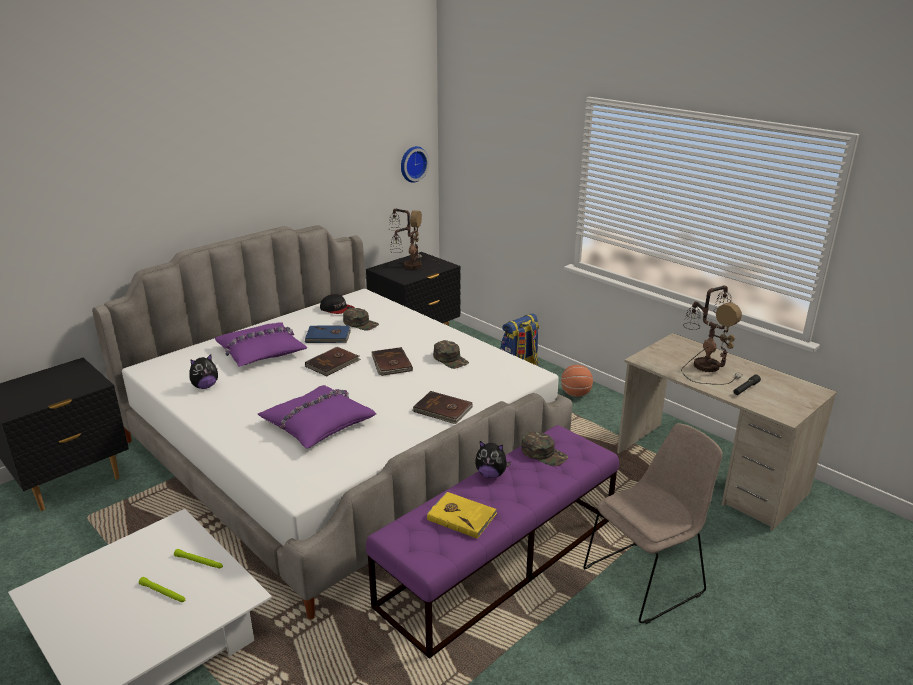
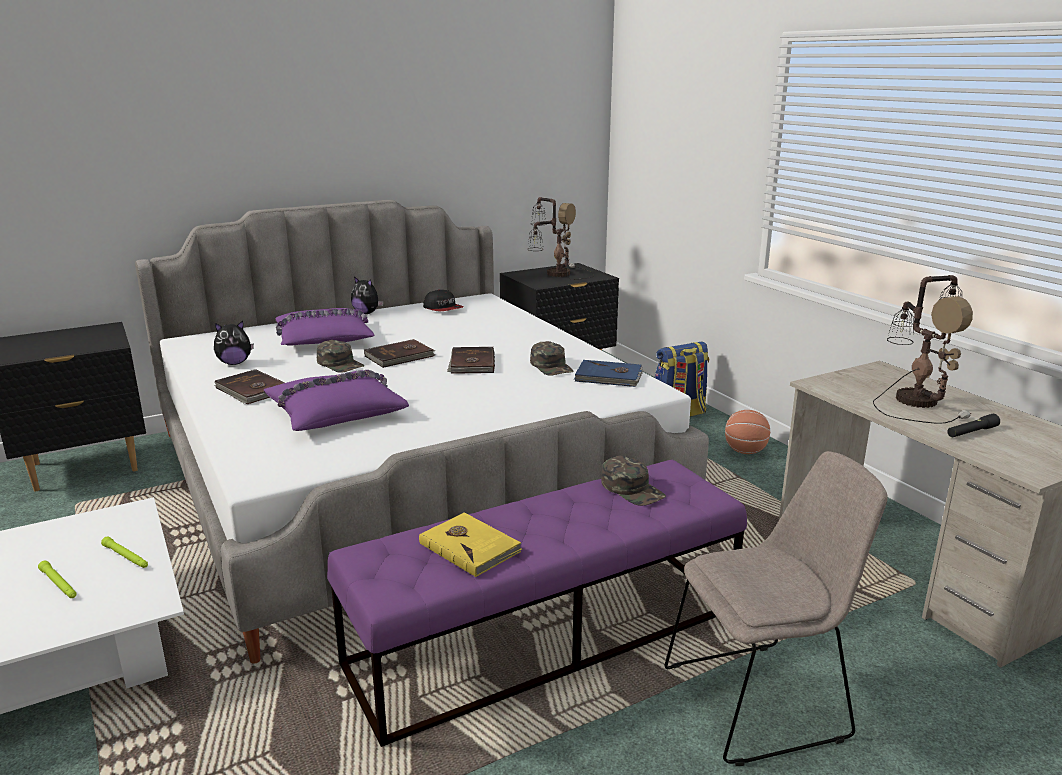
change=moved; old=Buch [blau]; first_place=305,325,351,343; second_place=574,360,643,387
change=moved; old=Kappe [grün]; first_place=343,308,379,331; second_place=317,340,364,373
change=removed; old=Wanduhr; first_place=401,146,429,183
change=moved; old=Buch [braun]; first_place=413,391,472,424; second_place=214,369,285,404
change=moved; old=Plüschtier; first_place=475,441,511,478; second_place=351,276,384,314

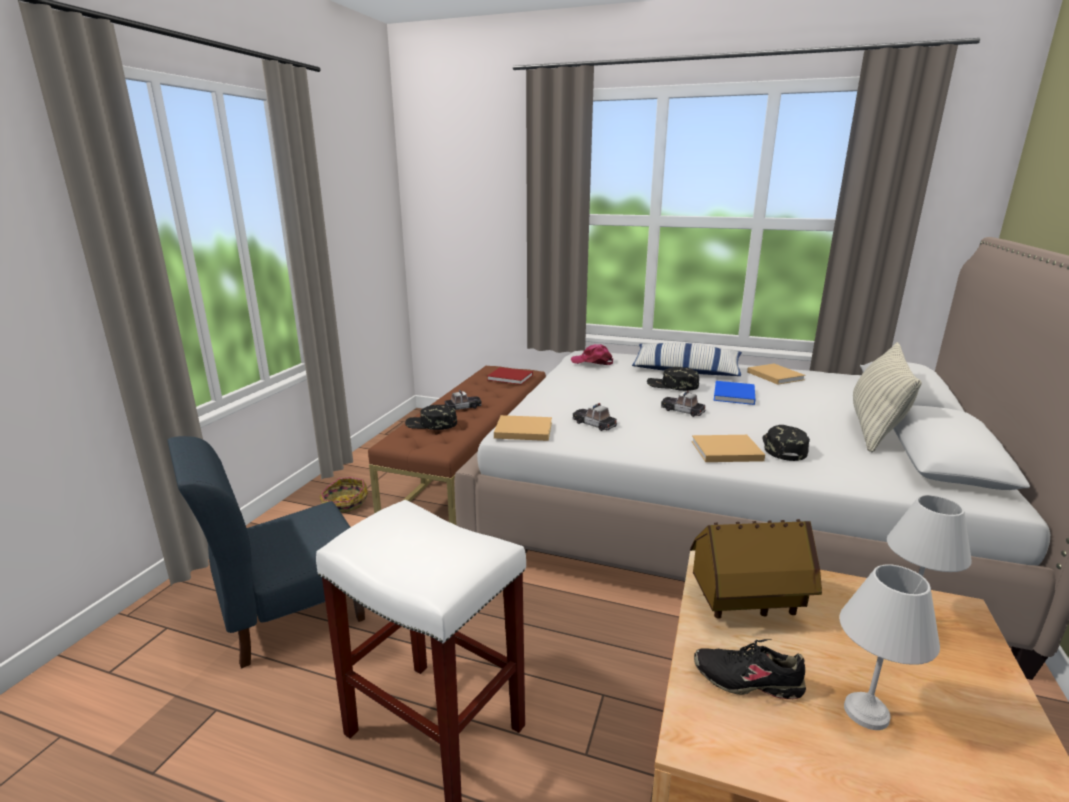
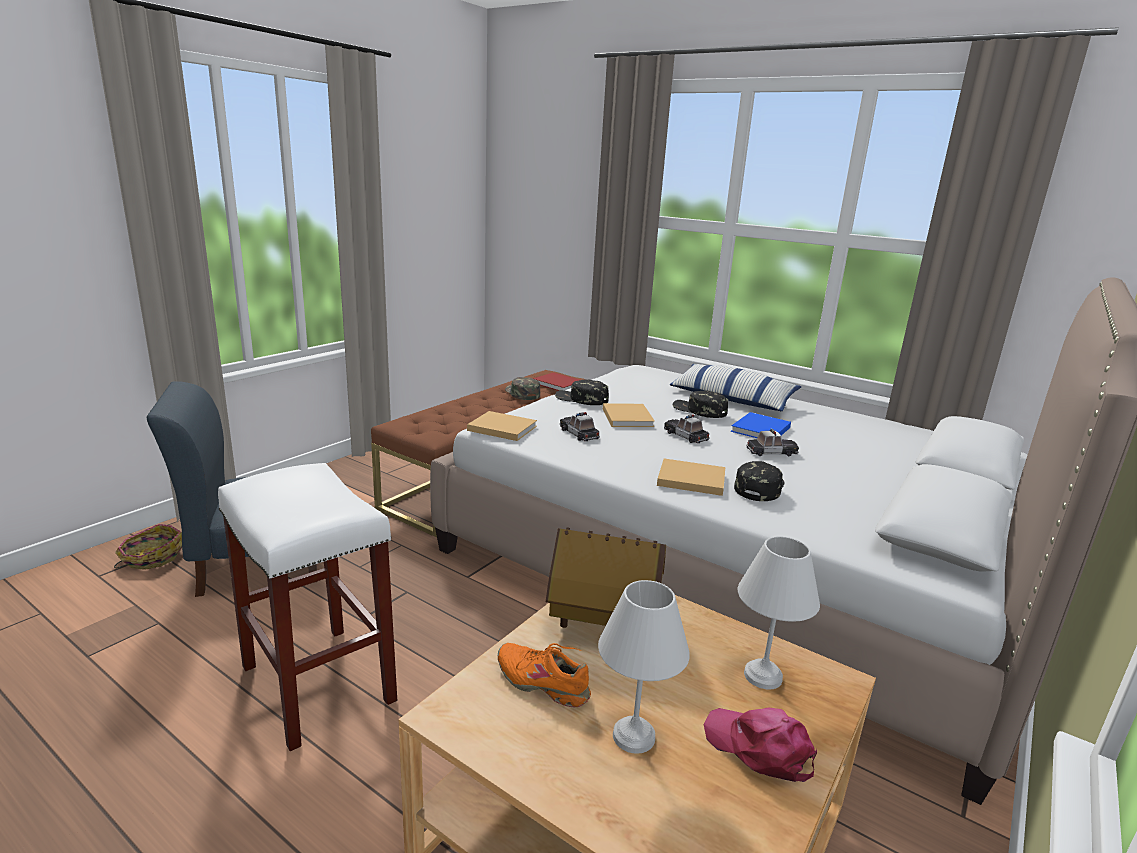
change=moved; old=Korb; first_place=319,477,368,512; second_place=114,524,182,570
change=moved; old=Kappe [schwarz]; first_place=405,405,457,430; second_place=555,379,609,405
change=moved; old=Spielzeugauto; first_place=444,390,482,410; second_place=746,428,799,456
change=moved; old=Kappe [rosa]; first_place=571,344,613,365; second_place=704,707,817,782
change=recoloured; old=Schuh [schwarz]; new=Schuh [orange]; first_place=694,639,806,699; second_place=498,643,591,707
change=moved; old=Buch [beige]; first_place=747,364,806,385; second_place=603,403,655,427
change=removed; old=Kissen; first_place=853,342,922,452
change=added; new=Kappe [grün]; second_place=505,377,540,400

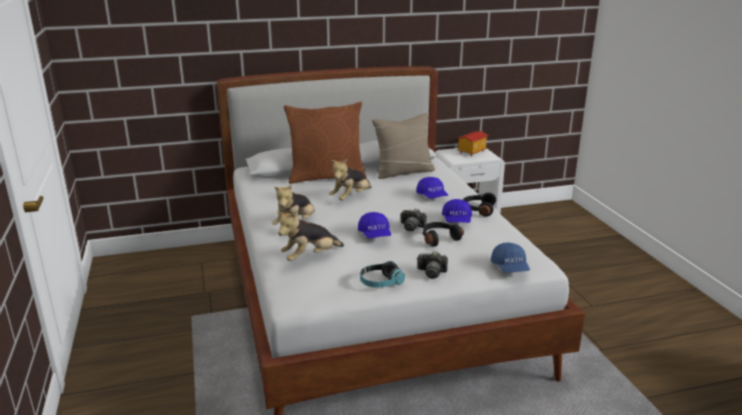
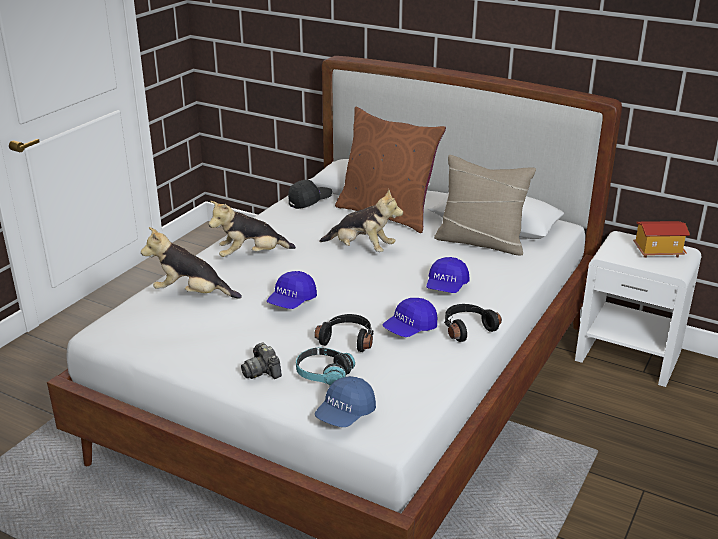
change=turned; old=Plüschtier; first_place=329,159,372,200; second_place=319,189,403,252; degrees=-150
change=moved; old=Kopfhörer; first_place=360,261,405,288; second_place=296,348,355,385
change=removed; old=Kamera; first_place=400,209,427,231
change=added; new=Kappe [schwarz]; second_place=288,180,332,209

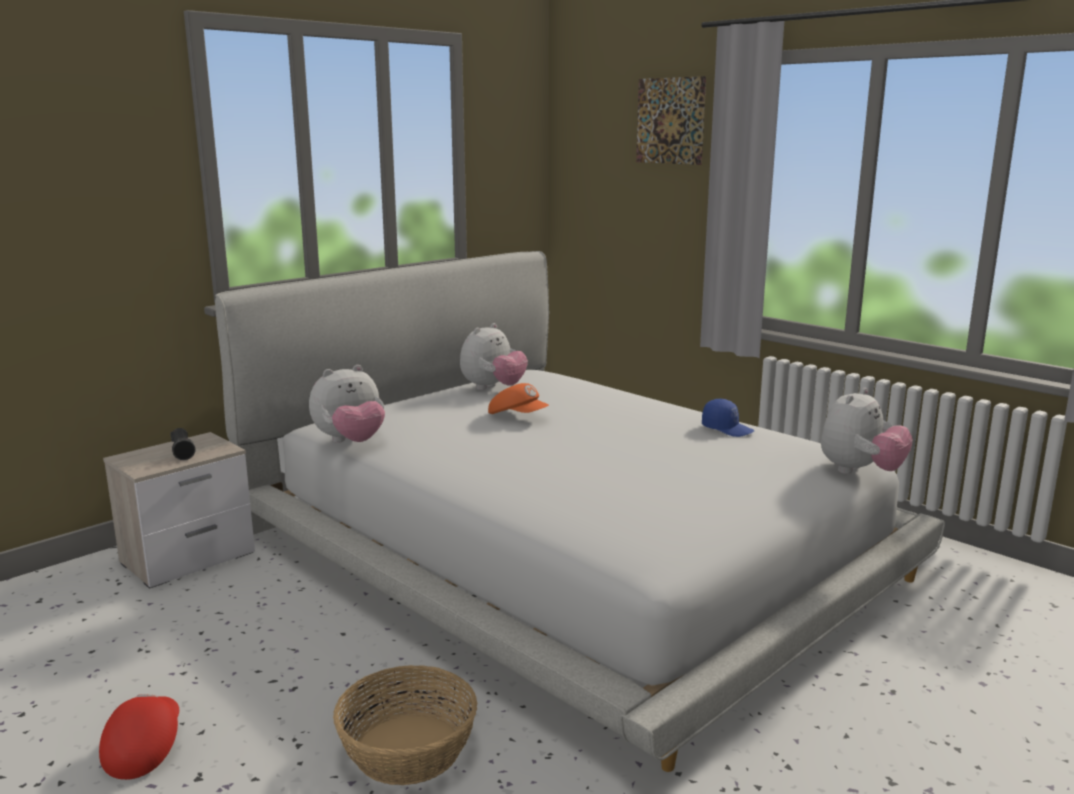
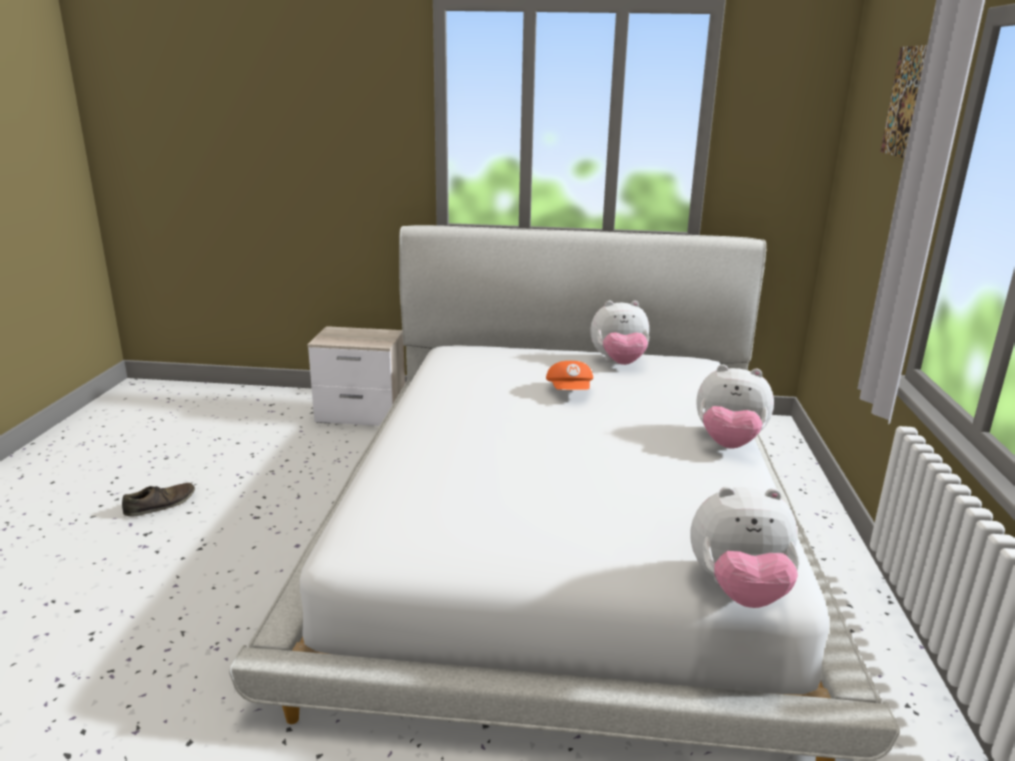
change=replaced; old=Kappe [rot]; new=Schuh [braun]; first_place=99,694,179,780; second_place=122,483,195,517
change=removed; old=Taschenlampe [schwarz]; first_place=170,428,196,460
change=moved; old=Plüschtier; first_place=309,365,385,443; second_place=697,364,774,448
change=removed; old=Korb; first_place=333,665,478,785
change=removed; old=Kappe [blau]; first_place=702,399,754,437

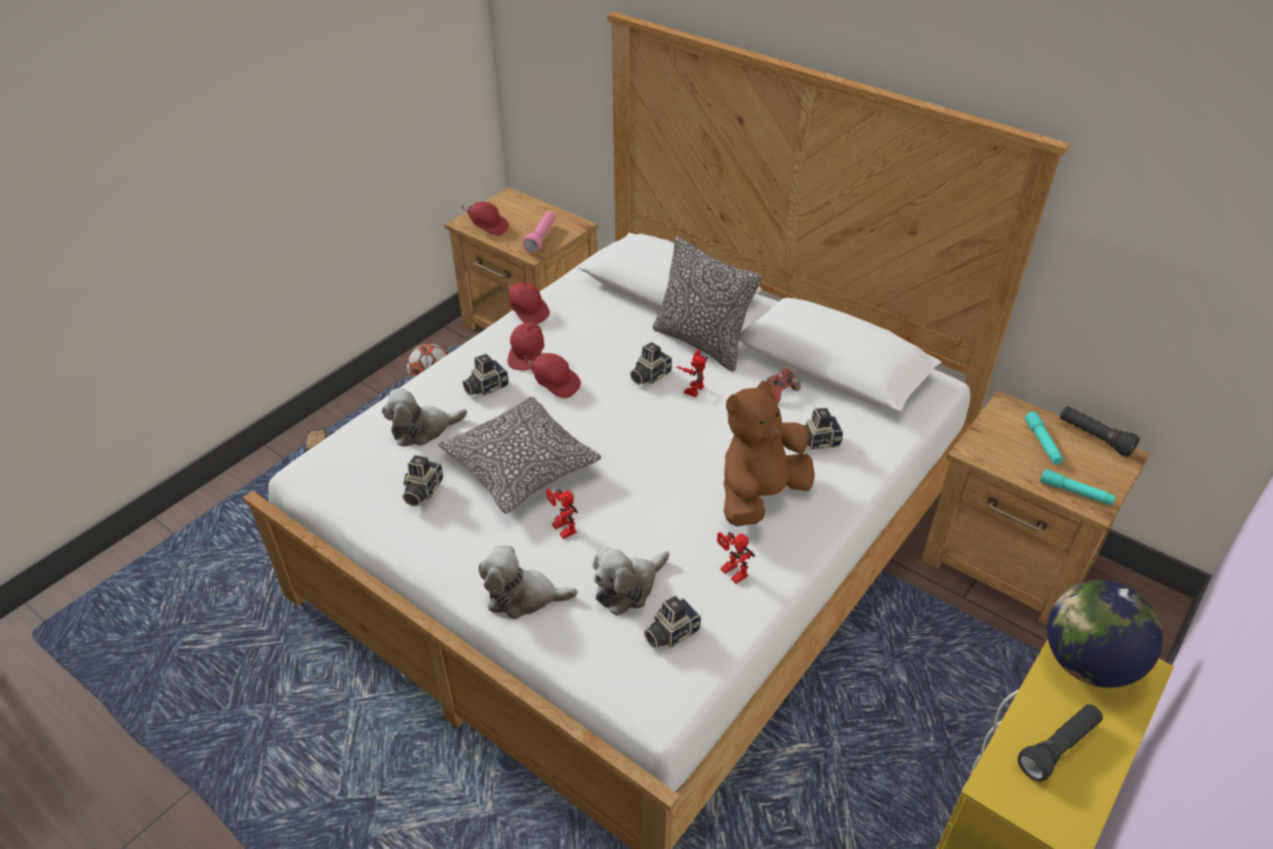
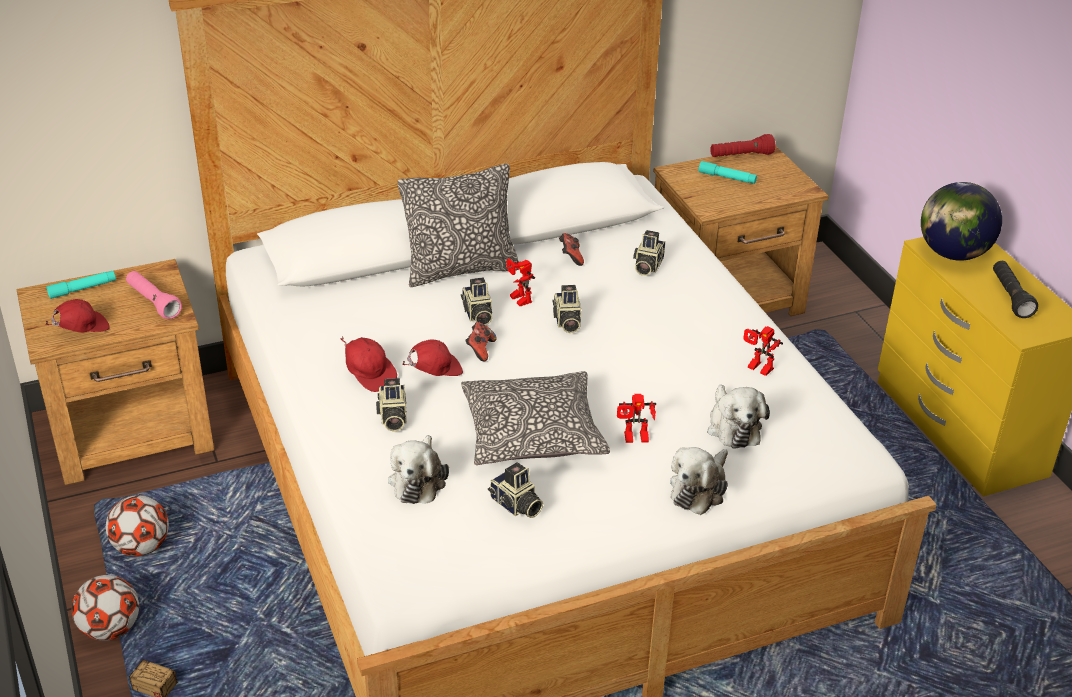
change=removed; old=Kappe [rot]; first_place=506,281,550,325
change=moved; old=Kamera; first_place=644,596,701,649; second_place=553,285,581,333
change=turned; old=Spielzeugroboter; first_place=717,532,755,584; second_place=743,326,783,376; degrees=45
change=removed; old=Plüschtier [braun]; first_place=724,381,815,526
change=moved; old=Taschenlampe [türkis]; first_place=1040,469,1116,506; second_place=47,271,116,299
change=recoloured; old=Taschenlampe [schwarz]; new=Taschenlampe [rot]; first_place=1060,406,1140,457; second_place=710,134,775,157
change=added; new=Fußball; second_place=71,575,139,641
change=added; new=Gamepad; second_place=465,322,497,361

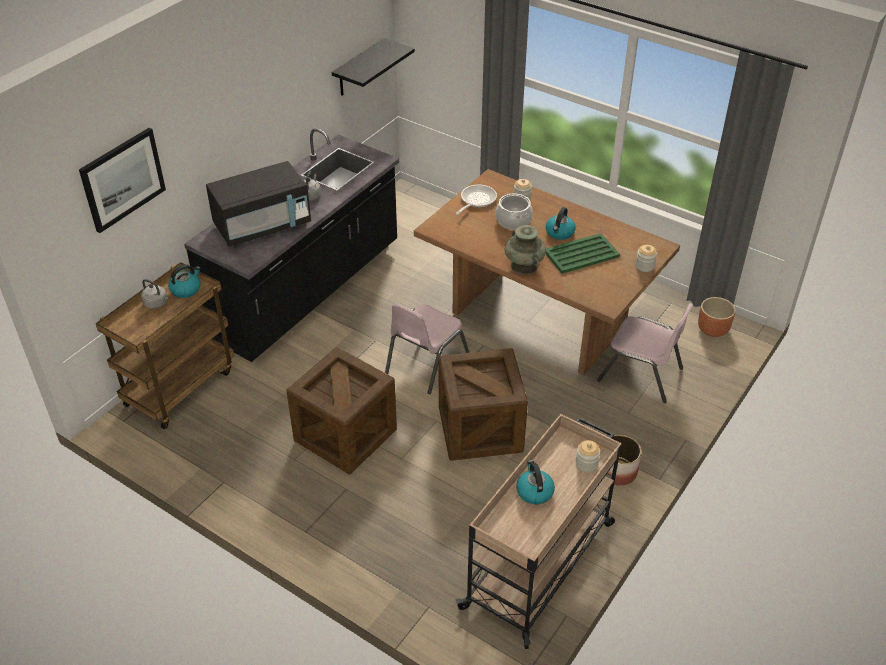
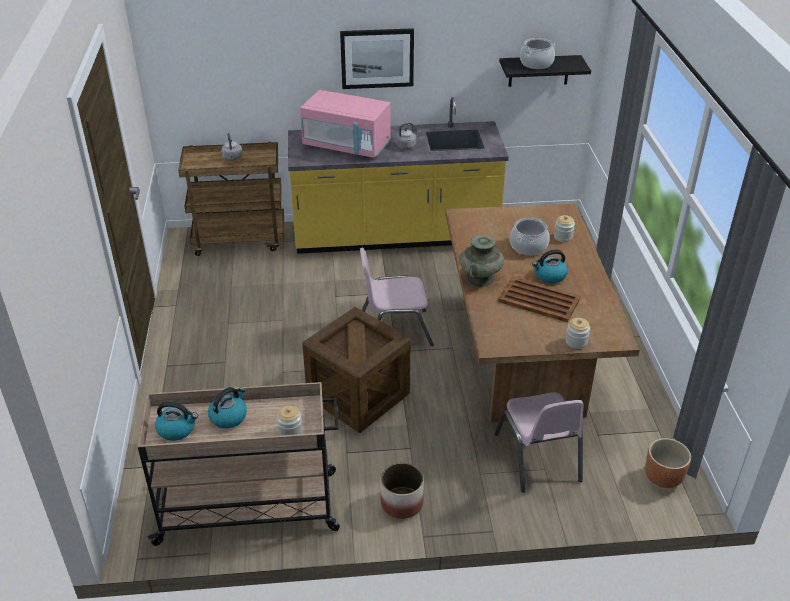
change=moved; old=Bild; first_place=79,128,166,233; second_place=340,28,414,89
change=moved; old=Wasserkessel; first_place=168,264,201,298; second_place=155,401,198,441
change=recoloured; old=Küchenzeile [schwarz]; new=Küchenzeile [gelb]; first_place=184,128,399,362; second_place=288,97,509,254
change=recoloured; old=Mikrowelle [schwarz]; new=Mikrowelle [rosa]; first_place=206,161,311,247; second_place=300,90,391,158
change=removed; old=Kiste; first_place=286,347,397,474
change=removed; old=Pfanne; first_place=456,185,497,215
change=recoloured; old=Tablett [grün]; new=Tablett [braun]; first_place=546,233,620,274; second_place=498,277,581,322
change=added; new=Kochtopf; second_place=520,38,555,69

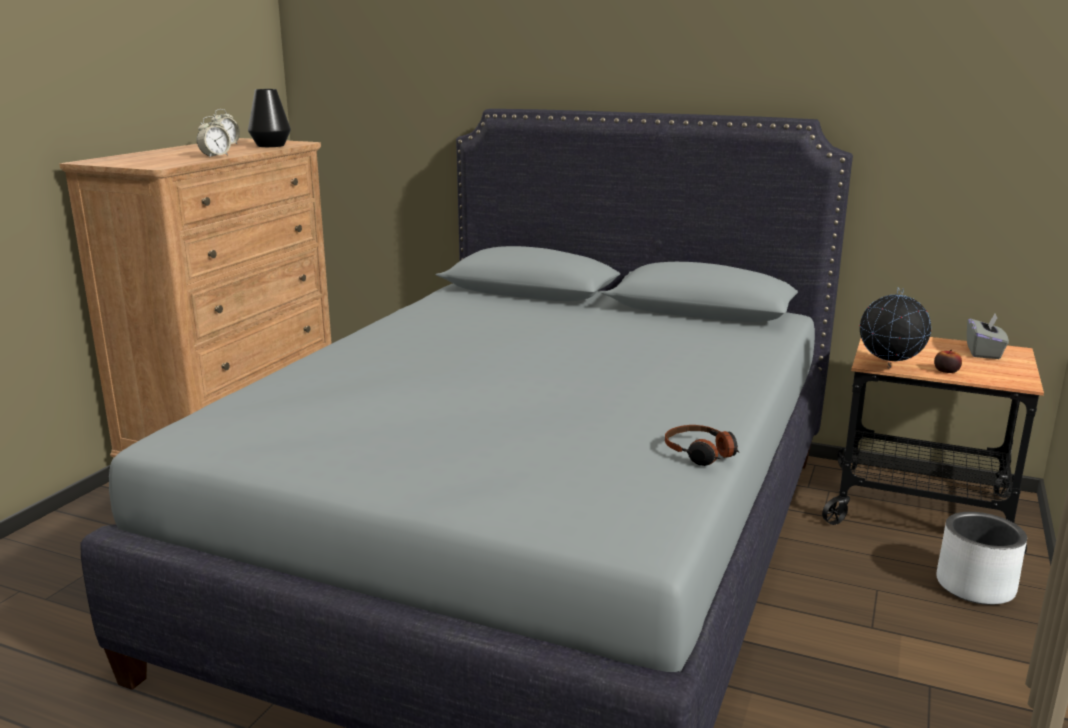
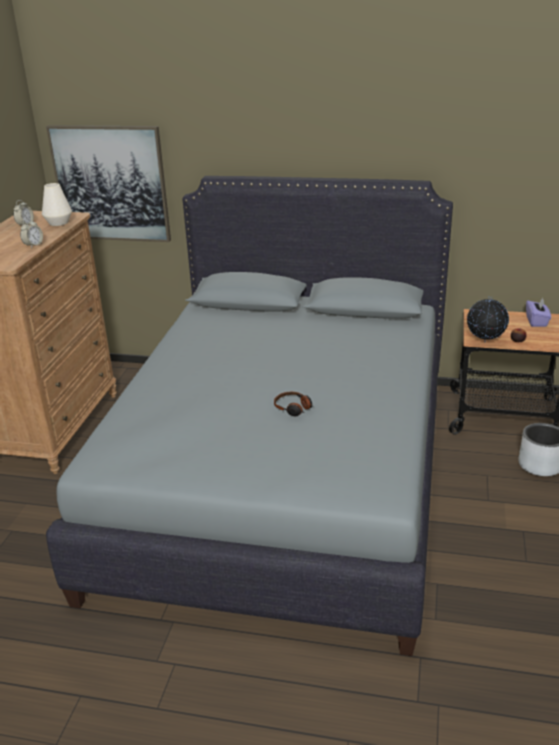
change=recoloured; old=Vase [schwarz]; new=Vase [weiß]; first_place=248,89,291,147; second_place=42,183,72,226
change=moved; old=Kopfhörer; first_place=665,425,740,466; second_place=274,392,313,416
change=recoloured; old=Taschentuchbox [grau]; new=Taschentuchbox [lila]; first_place=967,312,1009,359; second_place=526,297,551,327
change=added; new=Bild; second_place=46,125,171,242

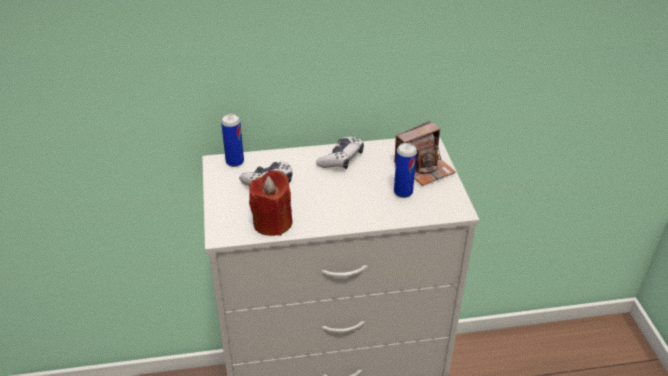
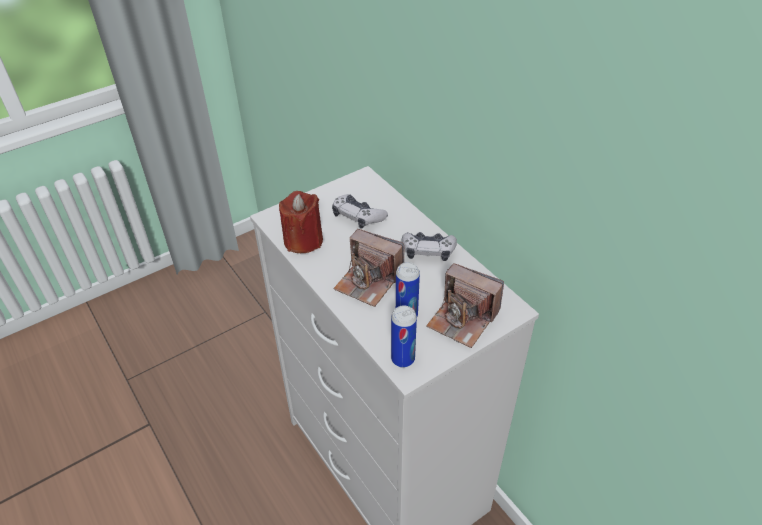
change=moved; old=Dose; first_place=221,114,244,167; second_place=391,305,417,368
change=added; new=Kamera; second_place=333,229,404,307

